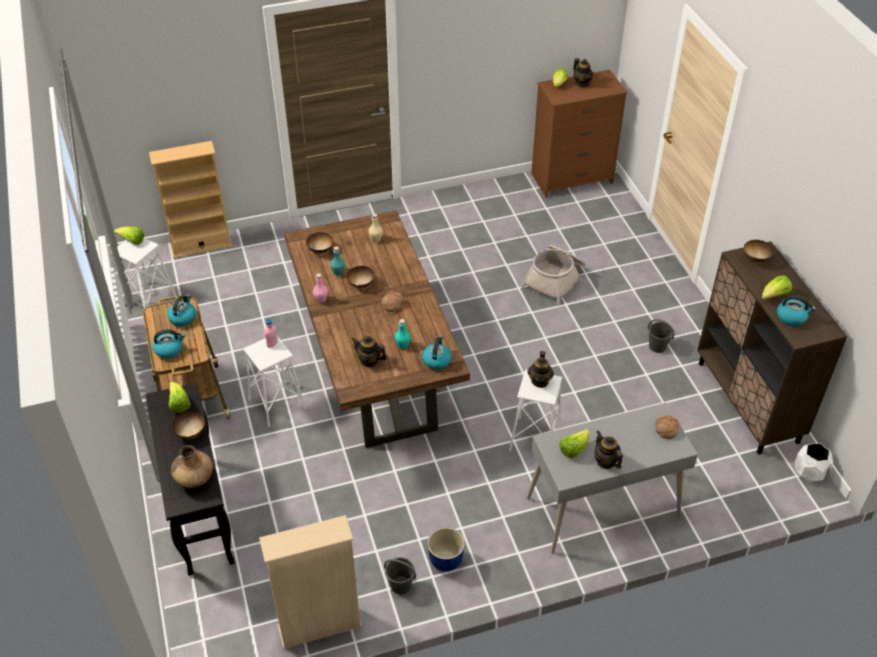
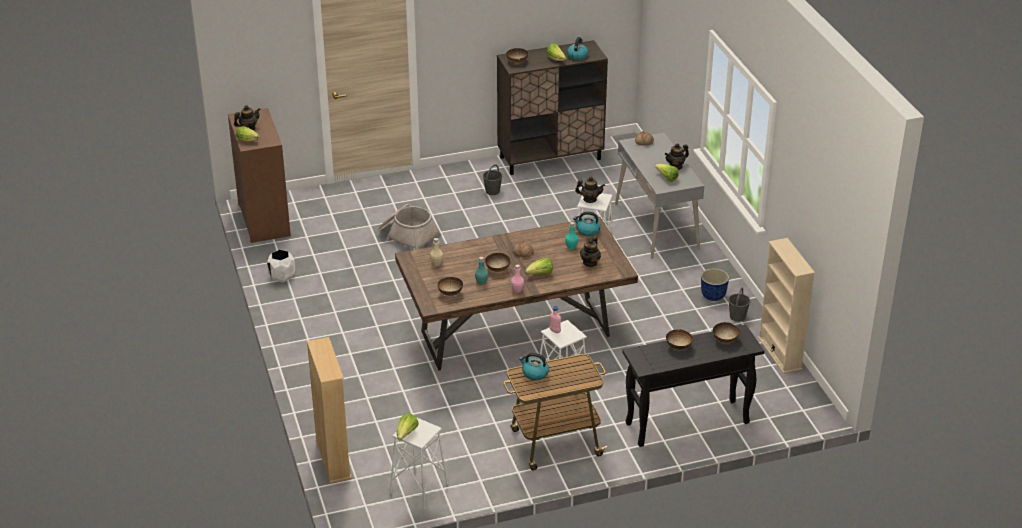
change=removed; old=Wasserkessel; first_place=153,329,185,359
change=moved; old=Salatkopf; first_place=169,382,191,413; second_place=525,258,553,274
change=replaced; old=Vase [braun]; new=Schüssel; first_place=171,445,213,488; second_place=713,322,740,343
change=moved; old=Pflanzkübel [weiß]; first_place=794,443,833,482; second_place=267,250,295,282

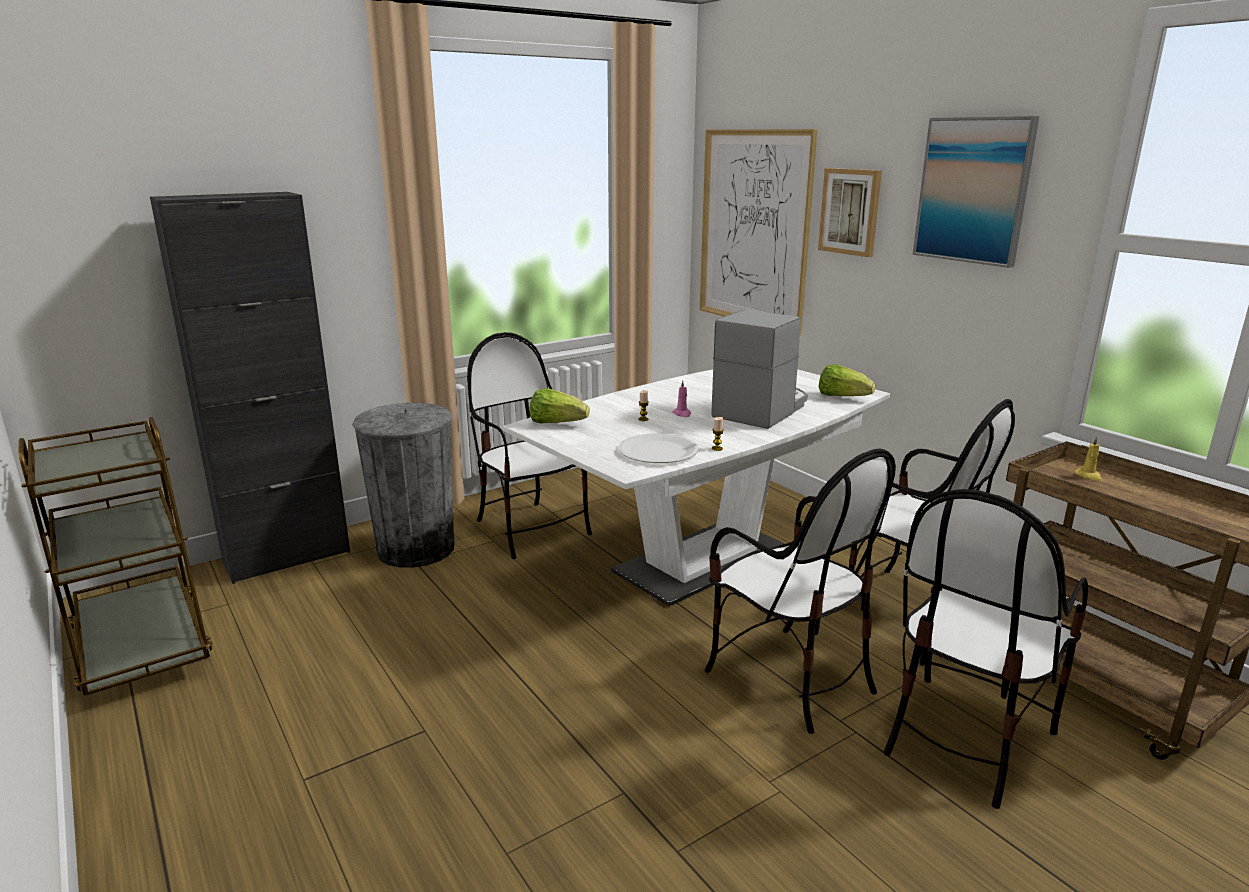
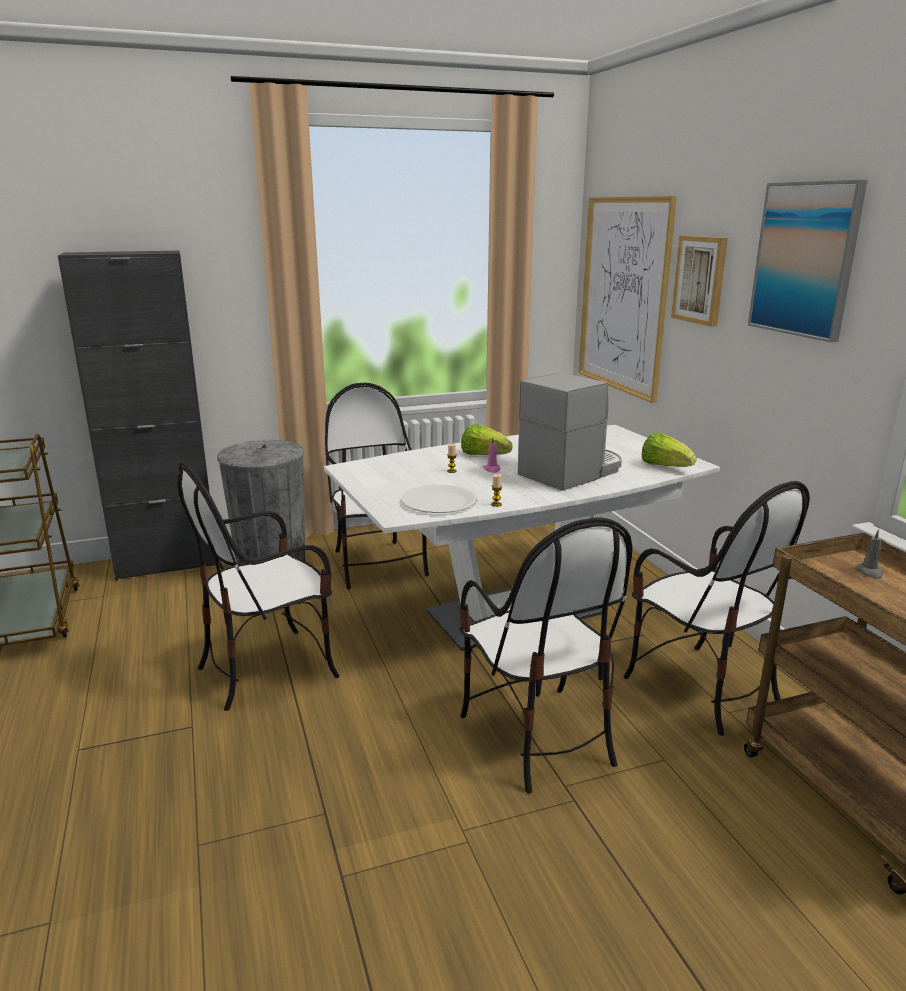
change=moved; old=Salatkopf; first_place=530,388,590,424; second_place=461,424,513,455
change=moved; old=Stuhl; first_place=883,489,1088,809; second_place=177,461,340,711
change=recoloured; old=Kerze [gelb]; new=Kerze [grau]; first_place=1075,436,1102,481; second_place=855,529,883,579

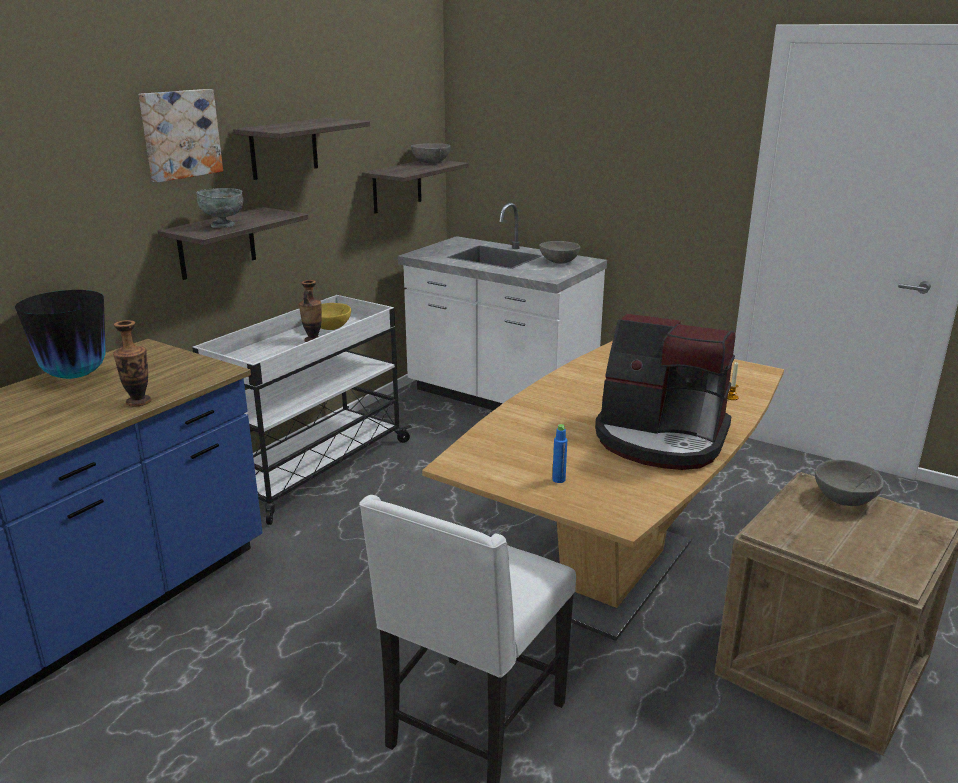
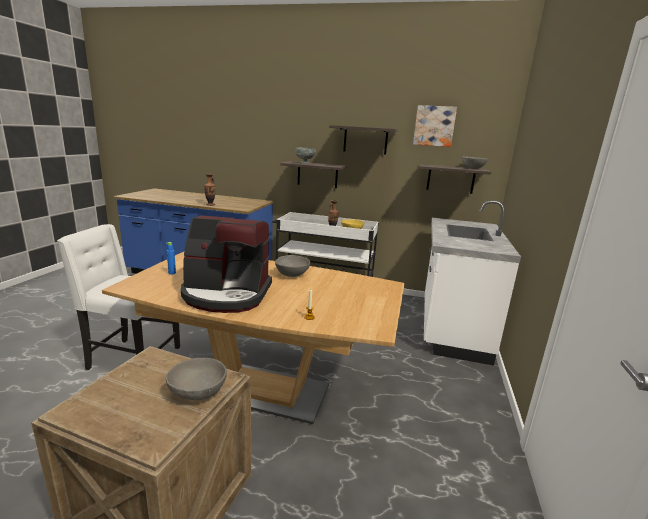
change=removed; old=Vase; first_place=15,290,105,379
change=moved; old=Bild; first_place=139,89,223,183; second_place=413,105,457,147
change=moved; old=Schüssel [grau]; first_place=539,241,580,263; second_place=275,255,311,277
change=turned; old=Kaffeemaschine; first_place=595,314,735,470; second_place=181,215,272,313; degrees=-90

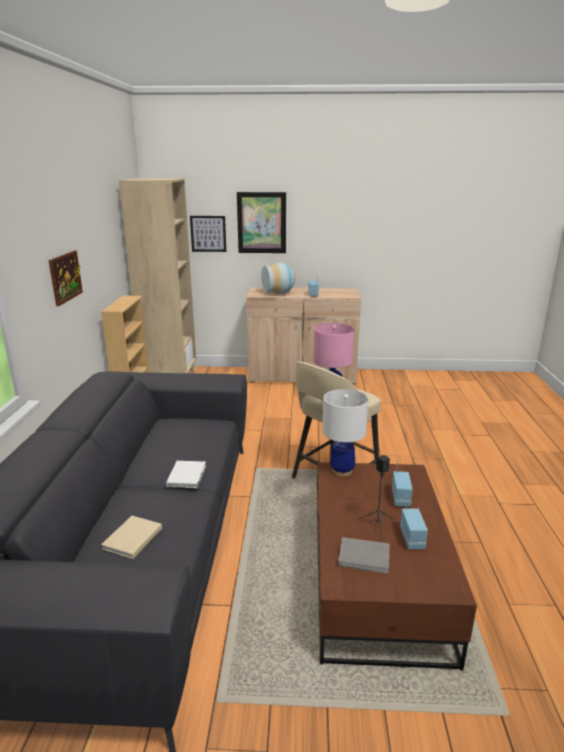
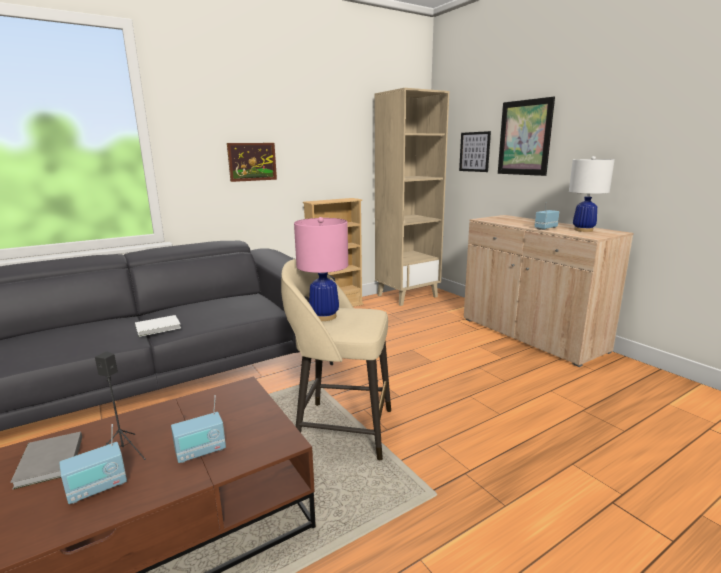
change=removed; old=Buch [beige]; first_place=101,516,162,559
change=removed; old=Vase; first_place=261,263,295,294
change=moved; old=Tischlampe [weiß]; first_place=322,389,368,477; second_place=569,156,615,232

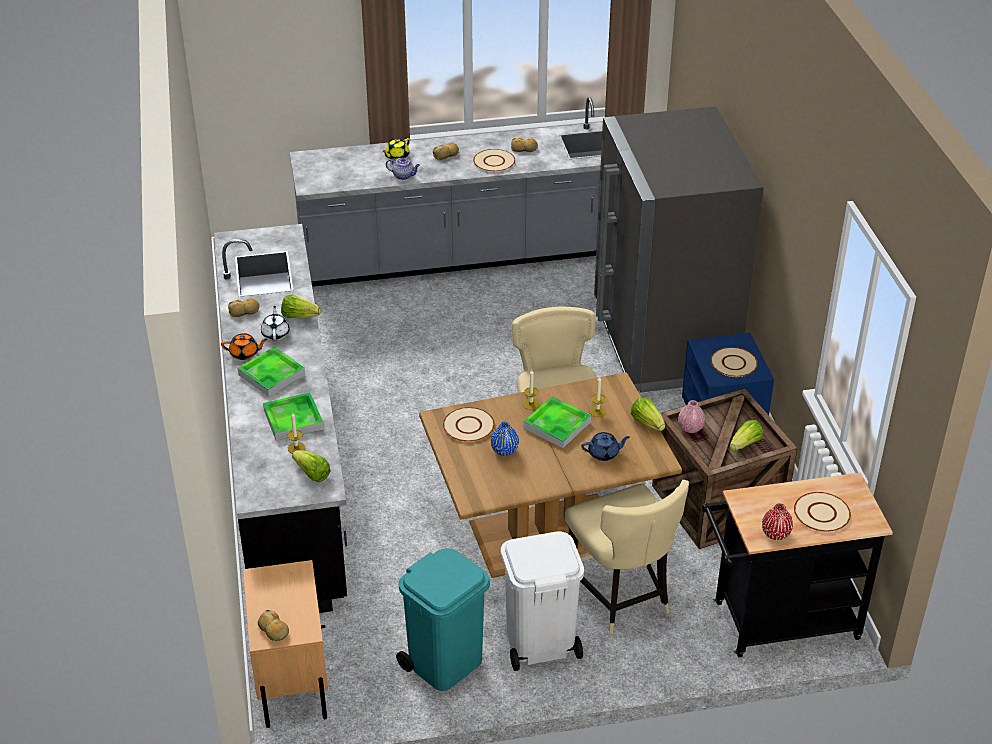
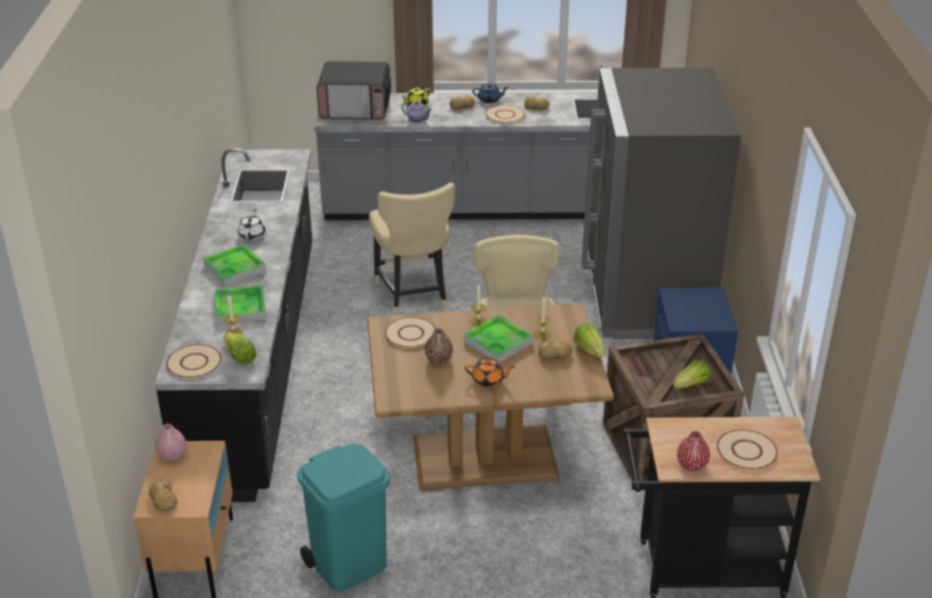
change=moved; old=Teekanne [orange]; first_place=221,333,267,360; second_place=464,358,515,387
change=moved; old=Brot; first_place=228,298,260,317; second_place=538,341,572,360
change=removed; old=Salatkopf; first_place=281,295,321,318
change=recoloured; old=Vase [blau]; new=Vase [braun]; first_place=491,422,519,456; second_place=425,328,453,364
change=removed; old=Mülleimer [weiß]; first_place=501,532,584,671
change=moved; old=Stuhl [beige]; first_place=565,480,689,634; second_place=369,182,455,315
change=moved; old=Teekanne [blau]; first_place=581,432,630,461; second_place=472,83,509,103
change=moved; old=Vase [rosa]; first_place=678,400,705,433; second_place=155,424,186,461
change=moved; old=Teller [beige]; first_place=710,347,758,377; second_place=166,344,222,378
change=added; new=Mikrowelle; second_place=317,61,391,120

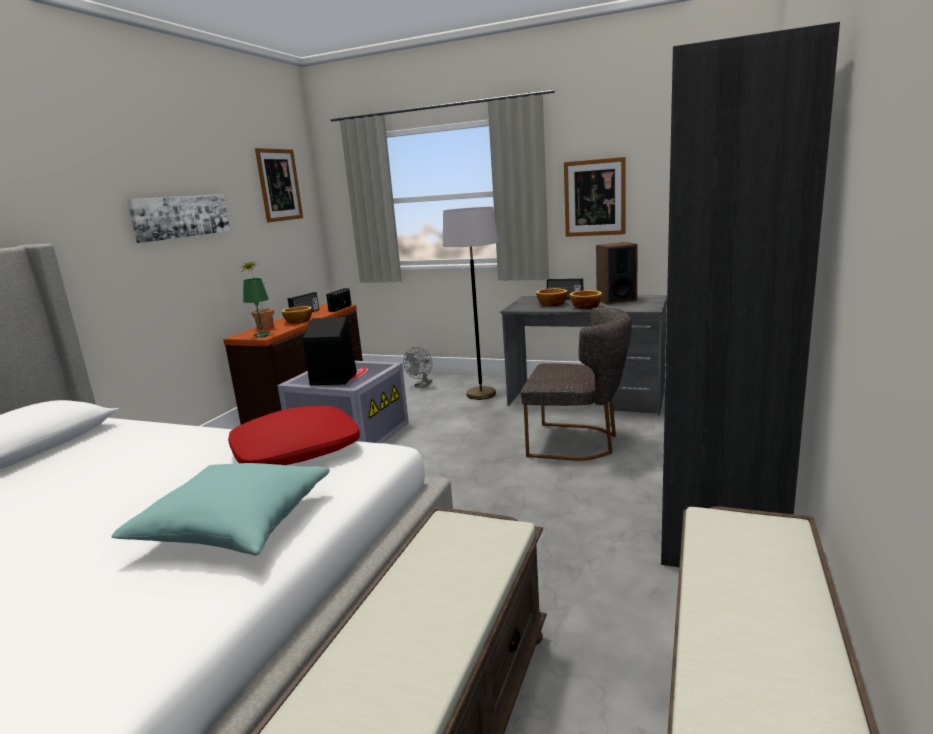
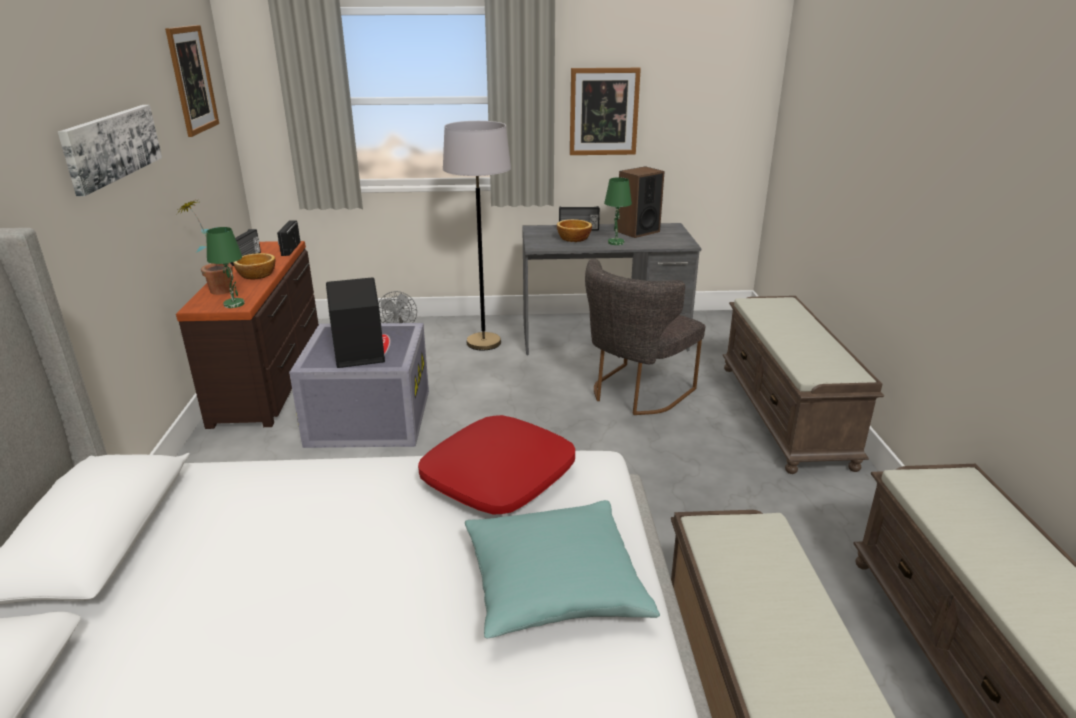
change=turned; old=Stuhl [grau]; first_place=521,307,632,461; second_place=585,259,706,415; degrees=135
change=replaced; old=Schüssel; new=Tischlampe [grün]; first_place=570,290,602,309; second_place=604,177,632,245
change=replaced; old=Kleiderschrank [schwarz]; new=Bank [braun]; first_place=661,22,840,567; second_place=723,296,884,474

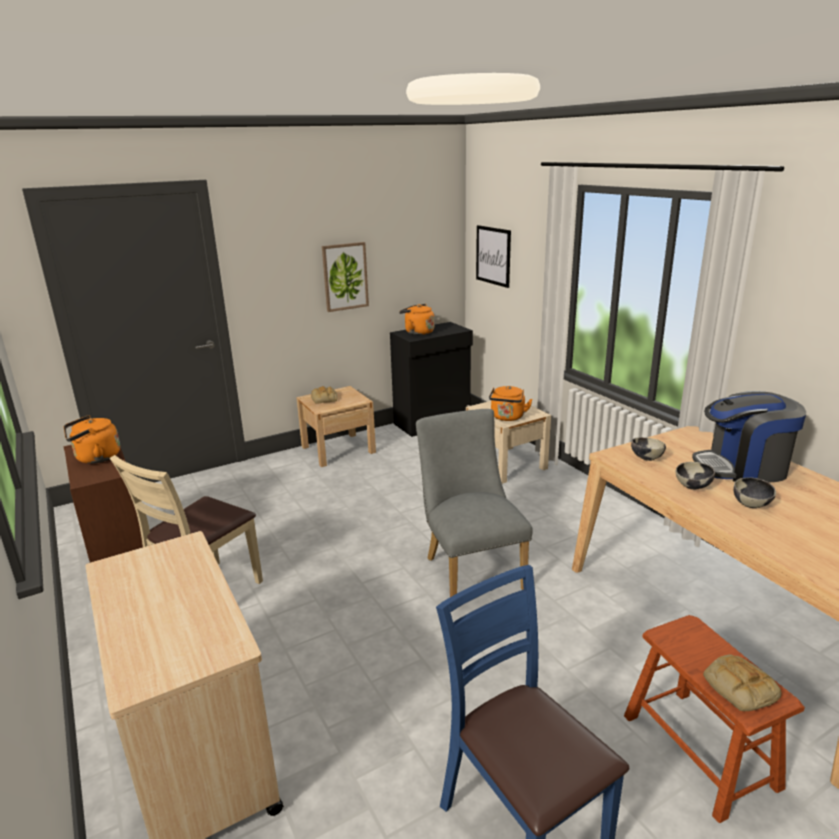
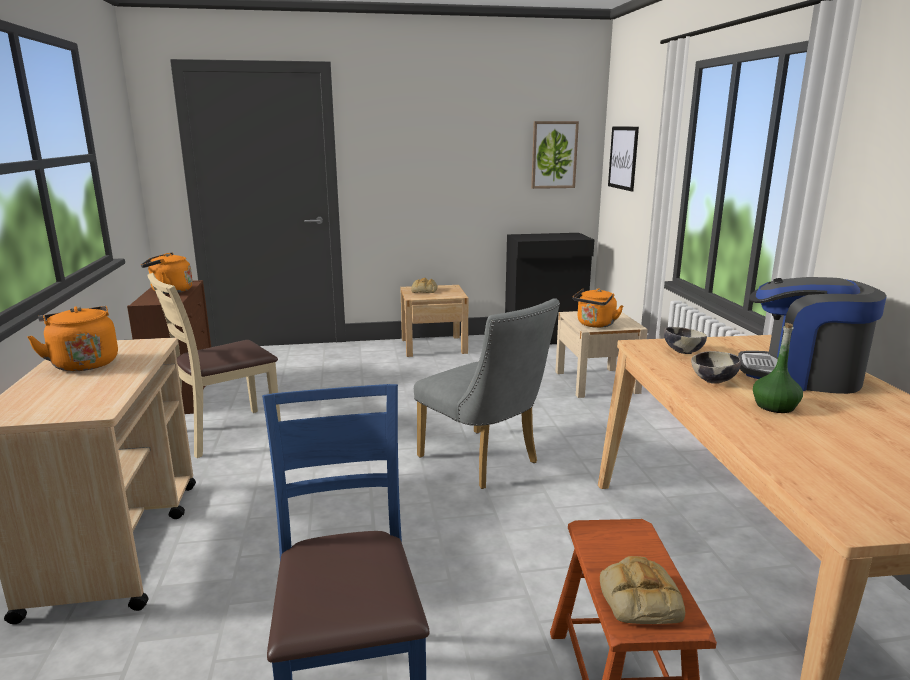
change=moved; old=Bild; first_place=322,242,369,312; second_place=531,121,579,189
change=moved; old=Wasserkessel [orange]; first_place=399,304,434,335; second_place=27,306,118,371
change=turned; old=Stuhl [grau]; first_place=416,409,533,597; second_place=414,298,560,489; degrees=135
change=replaced; old=Schüssel; new=Flasche [grün]; first_place=733,477,776,508; second_place=753,323,803,413

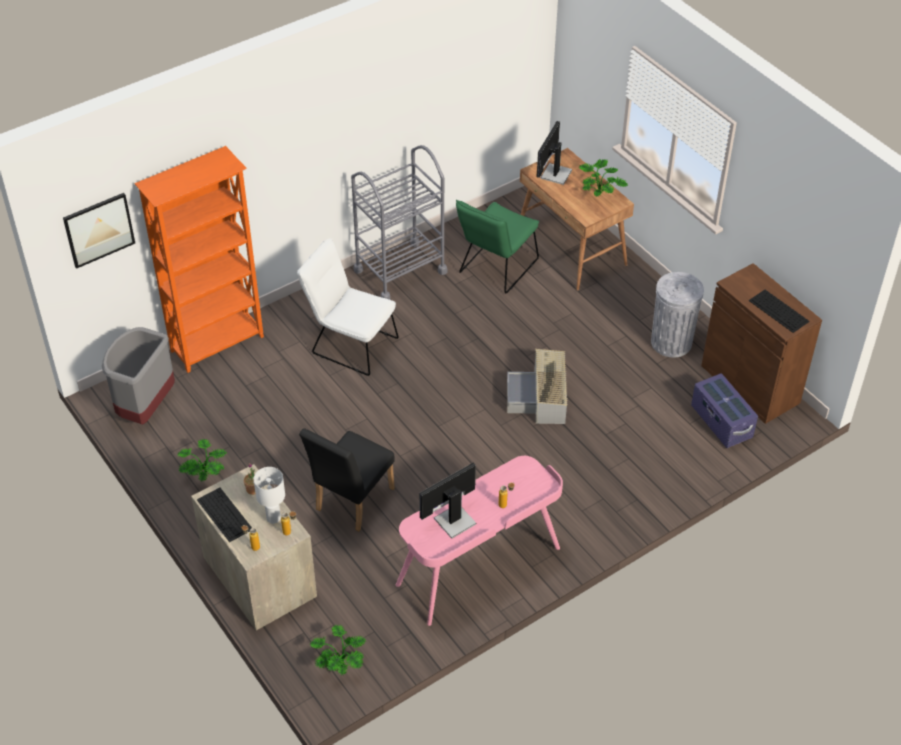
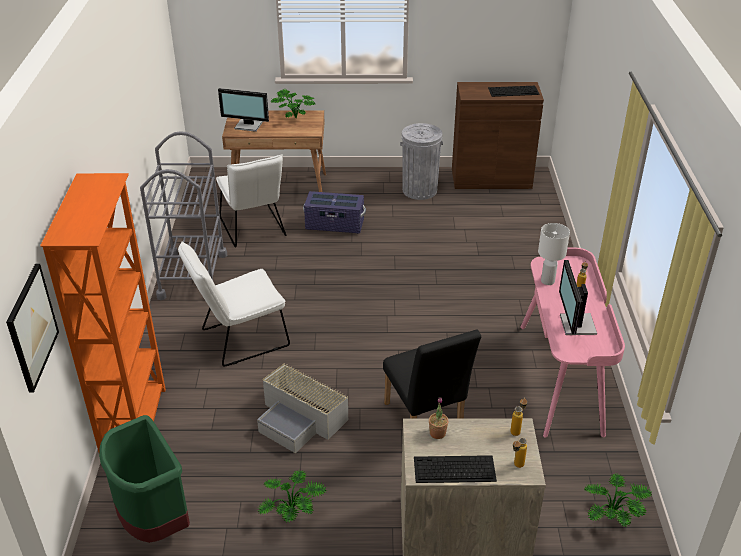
change=recoloured; old=Mülleimer [grau]; new=Mülleimer [grün]; first_place=102,327,175,424; second_place=99,415,190,543
change=moved; old=Tischlampe [weiß]; first_place=253,467,285,524; second_place=538,223,570,285
change=recoloured; old=Stuhl [grün]; new=Stuhl [weiß]; first_place=456,200,539,294; second_place=216,154,287,247
change=moved; old=Aufbewahrungsbox [grau]; first_place=507,349,568,424; second_place=257,363,348,453
change=turned; old=Monitor; first_place=536,121,572,185; second_place=218,88,269,132; degrees=-45
change=moved; old=Aufbewahrungsbox [lila]; first_place=691,373,758,448; second_place=303,191,366,234

